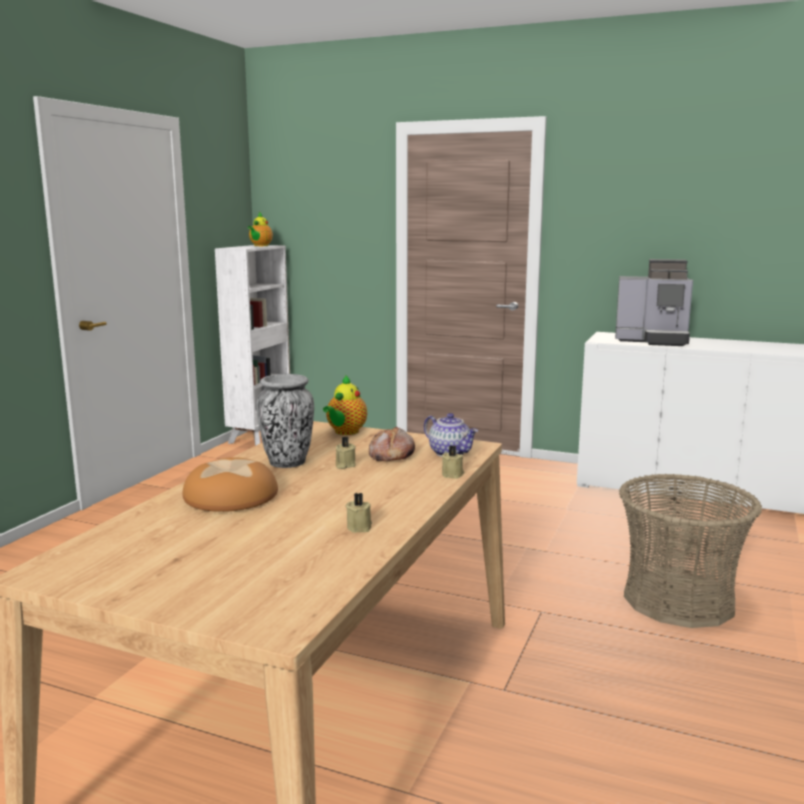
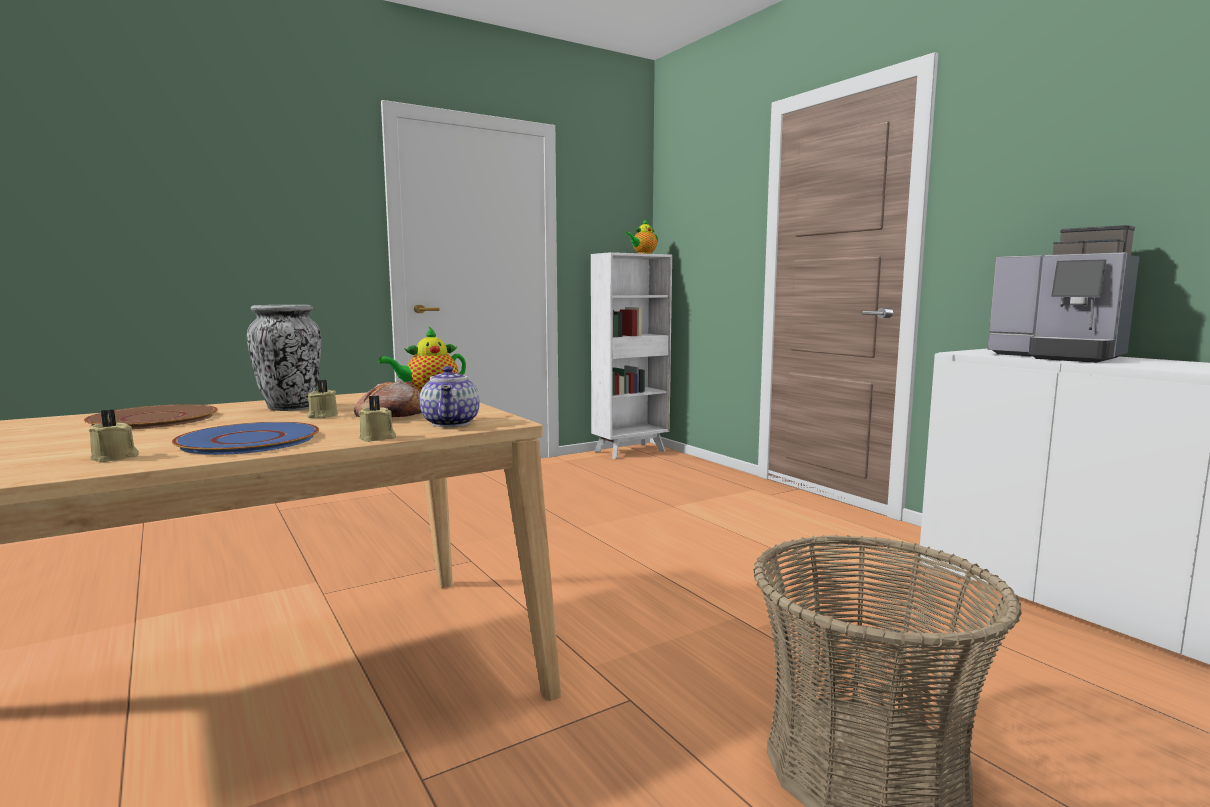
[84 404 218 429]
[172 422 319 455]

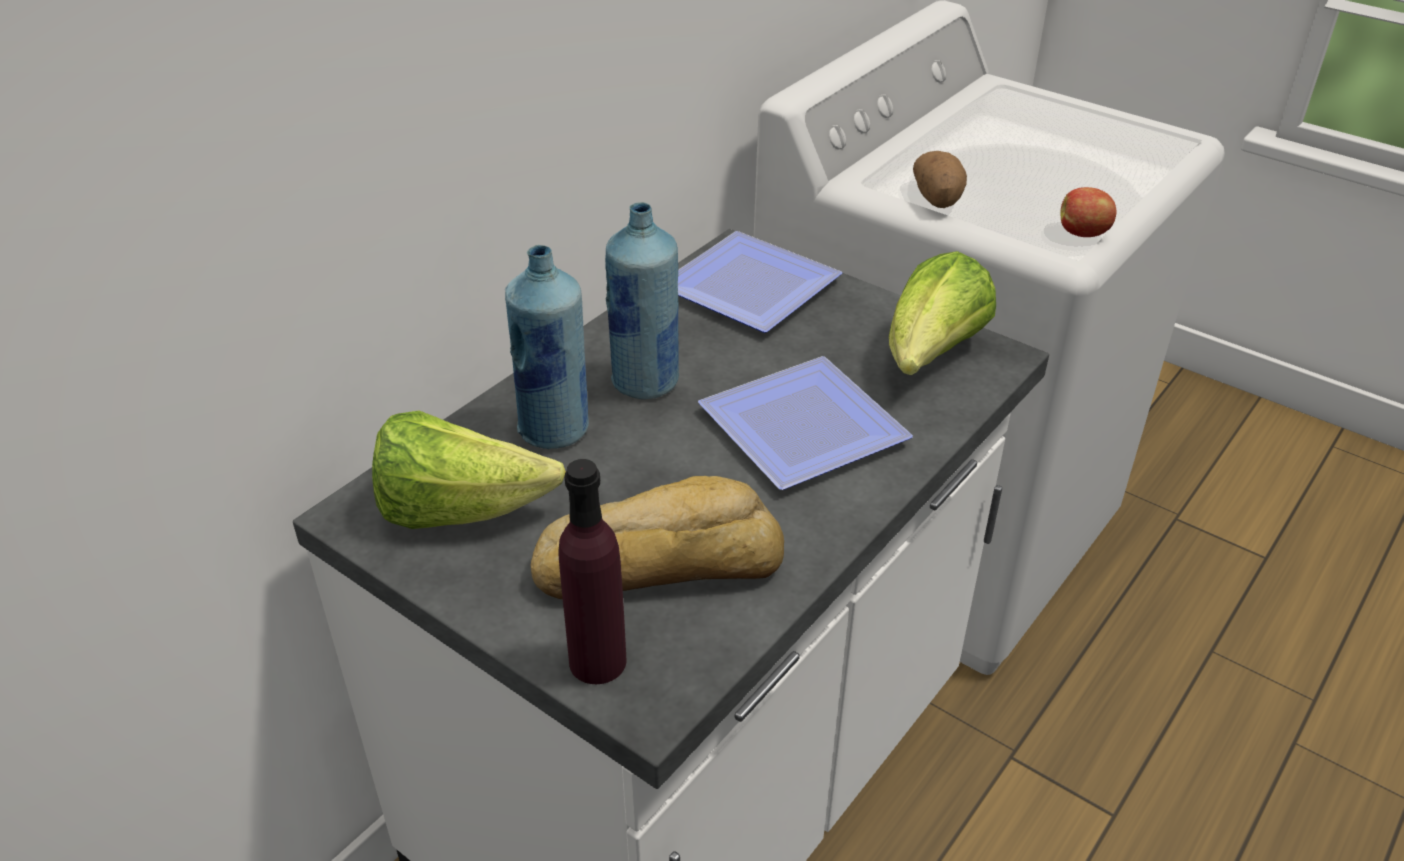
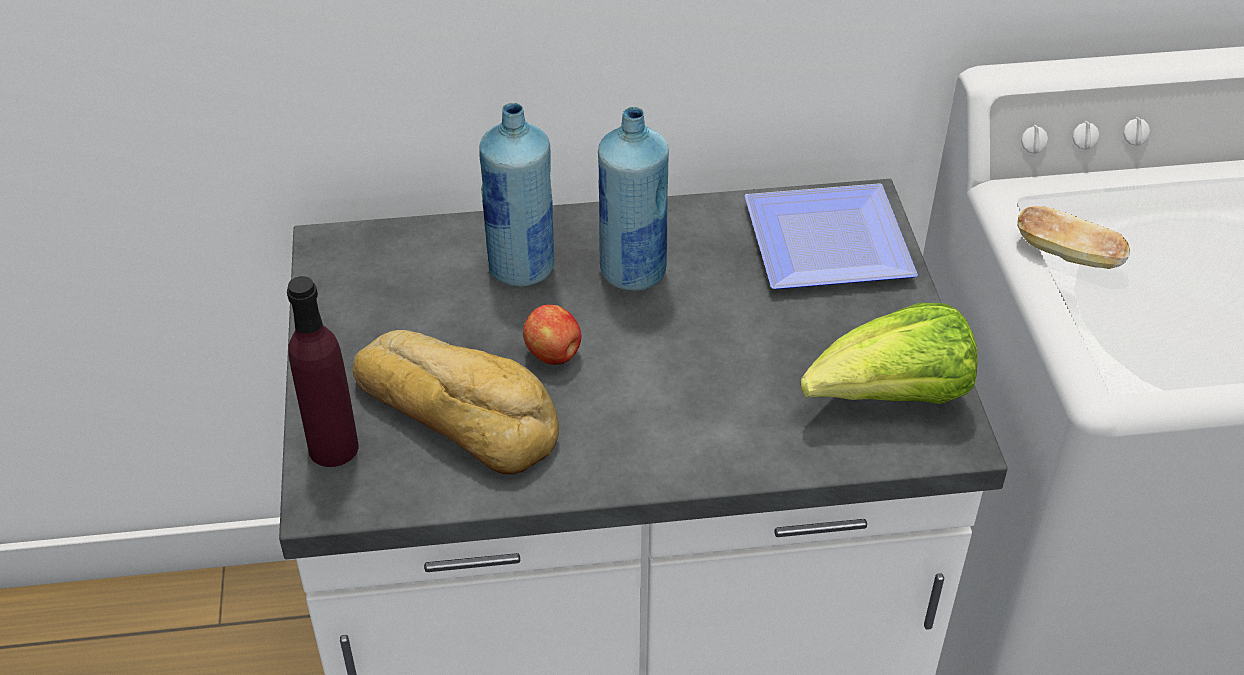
[523 304 581 365]
[1017 206 1130 269]
[372 411 566 529] (first image)
[698 356 913 490] (first image)

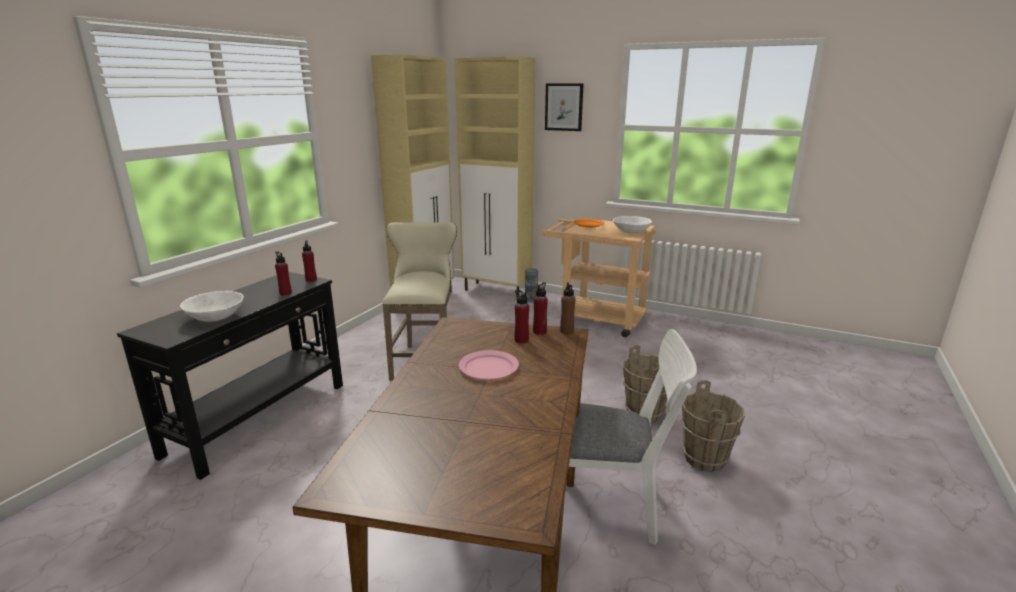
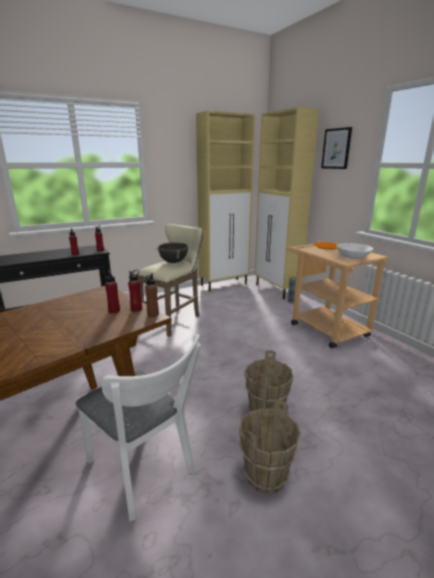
[154 242 191 263]
[180 291 244 322] (first image)
[459 350 519 379] (first image)

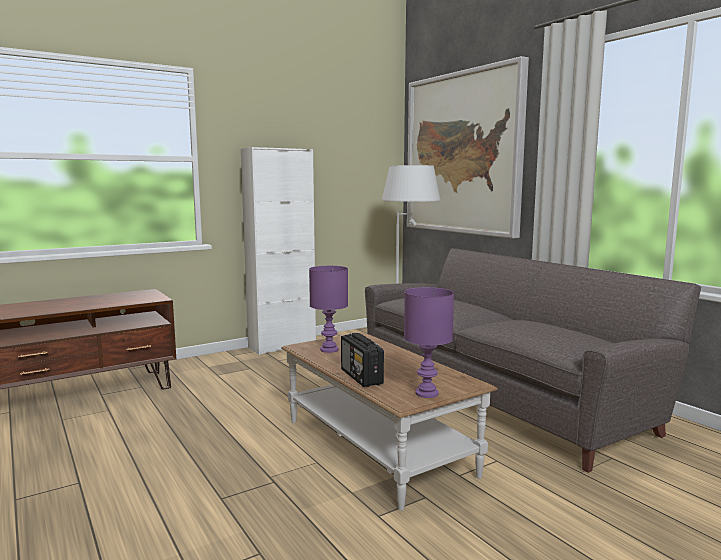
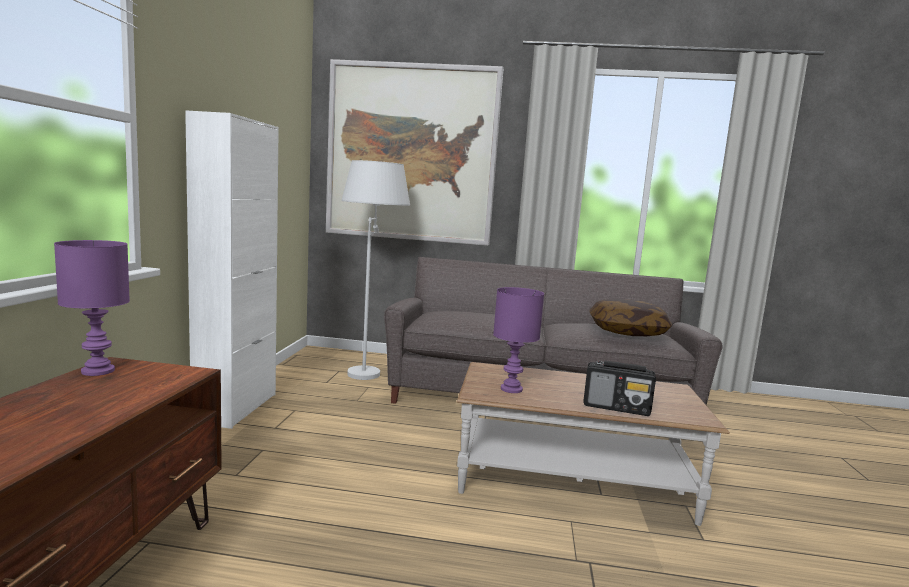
[54 240 130 376]
[589 299 672 336]

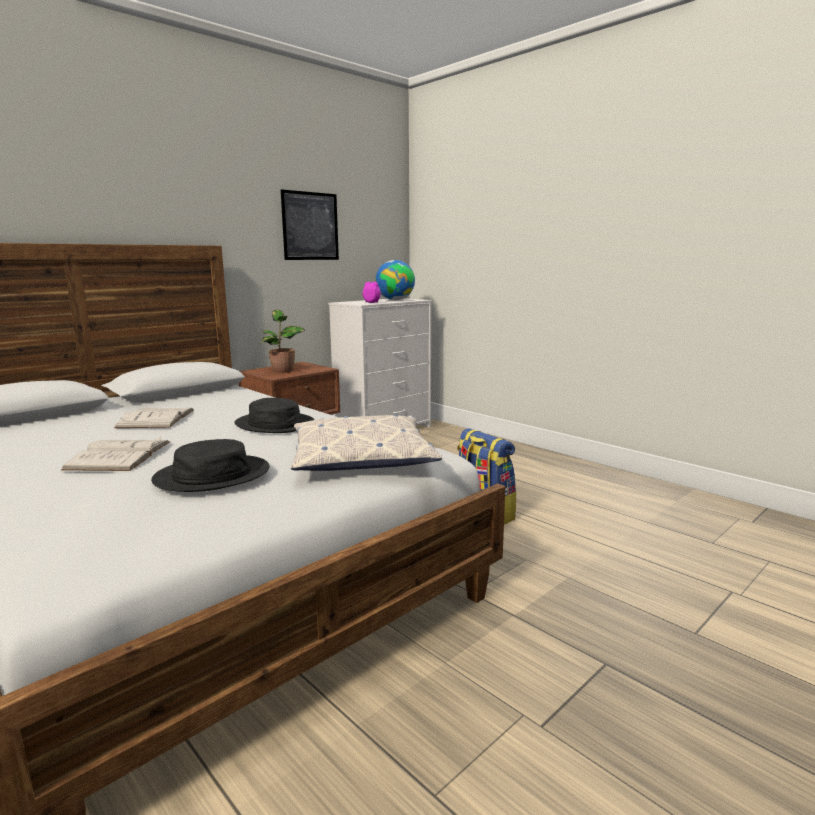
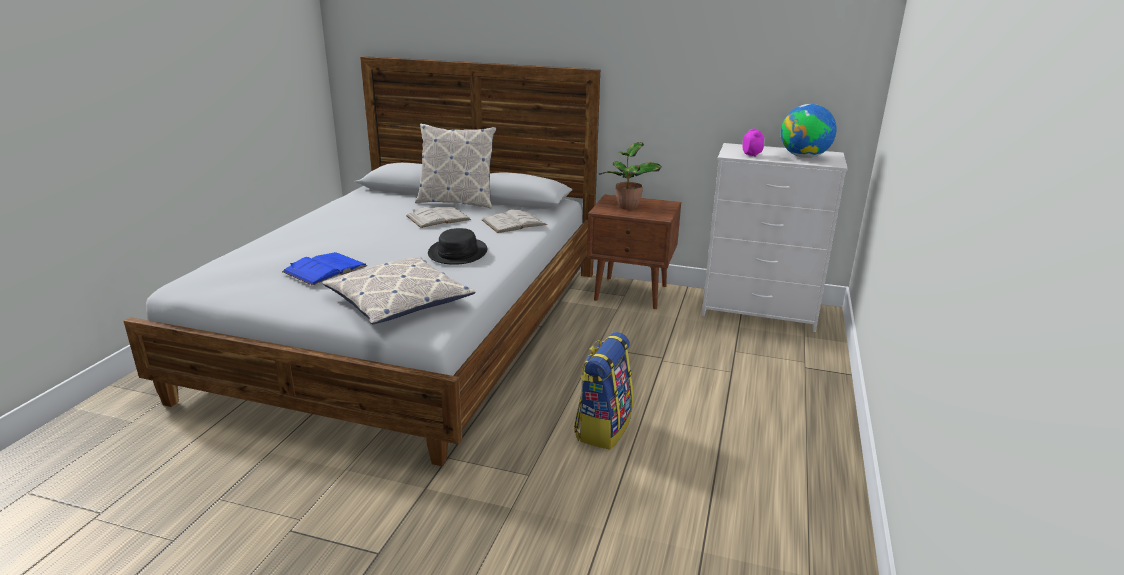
[282 252 367 285]
[415 124 496 209]
[482 210 547 233]
[281 189 339 260] (first image)

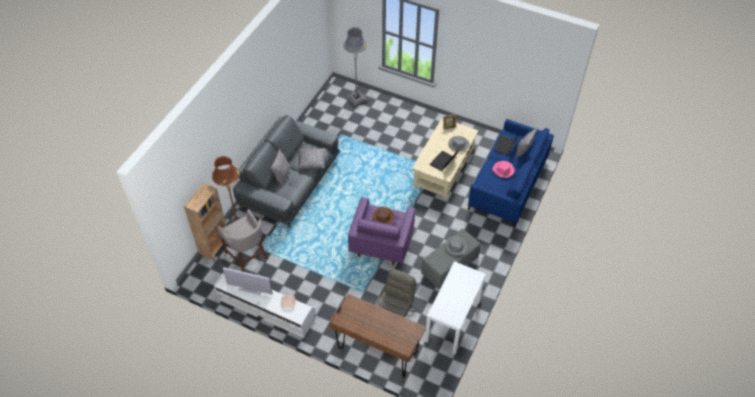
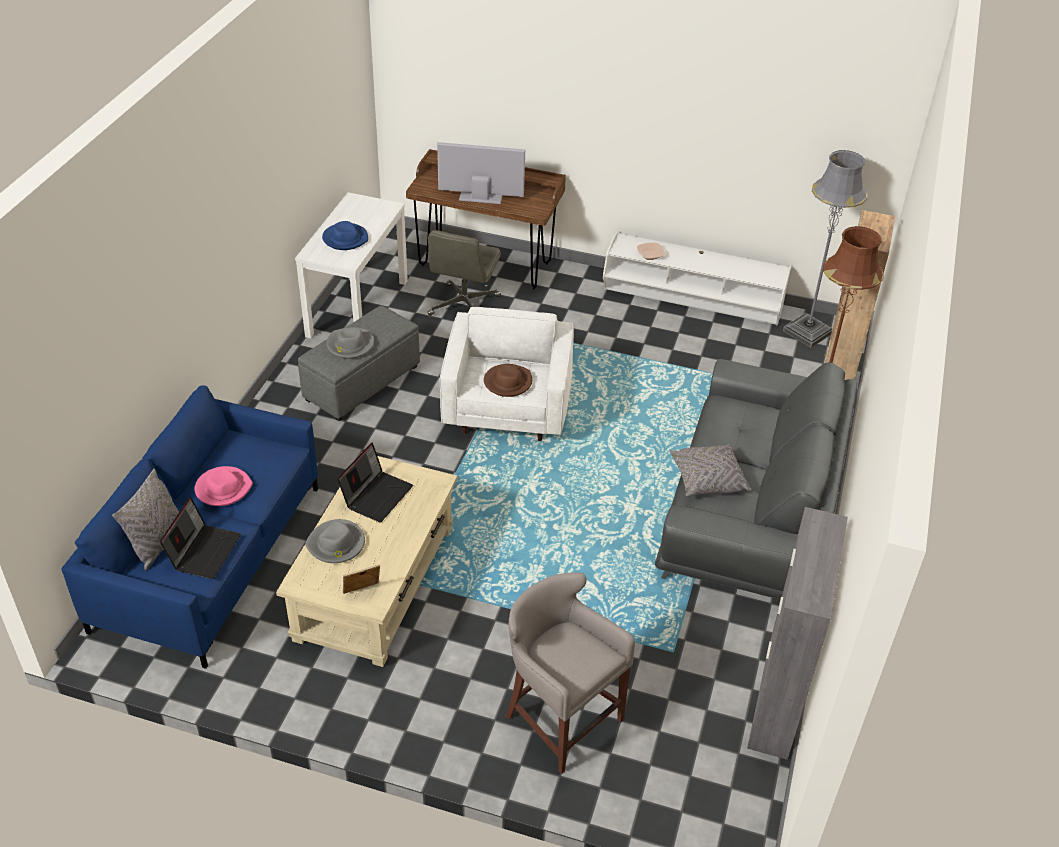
[322 221 368 250]
[437 142 525 204]
[440 307 574 441]
[505 573 635 774]
[747 507 848 760]
[783 150 868 348]
[270 149 290 187] (first image)

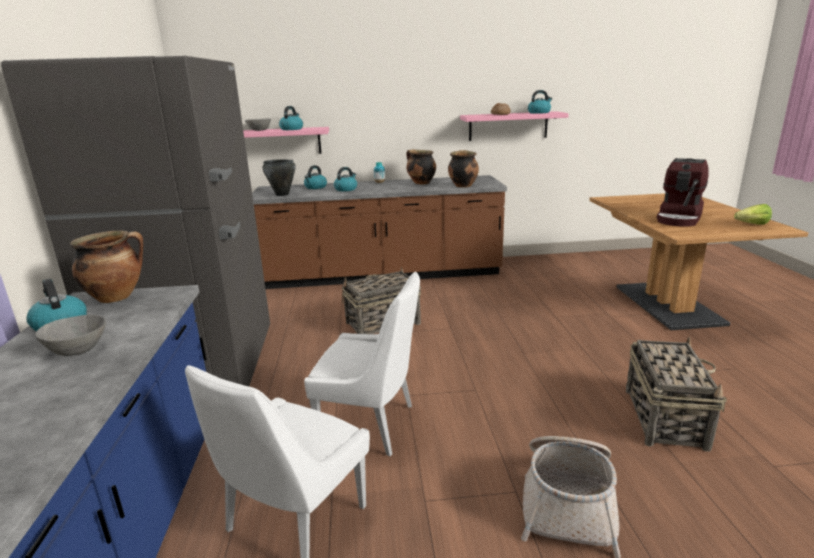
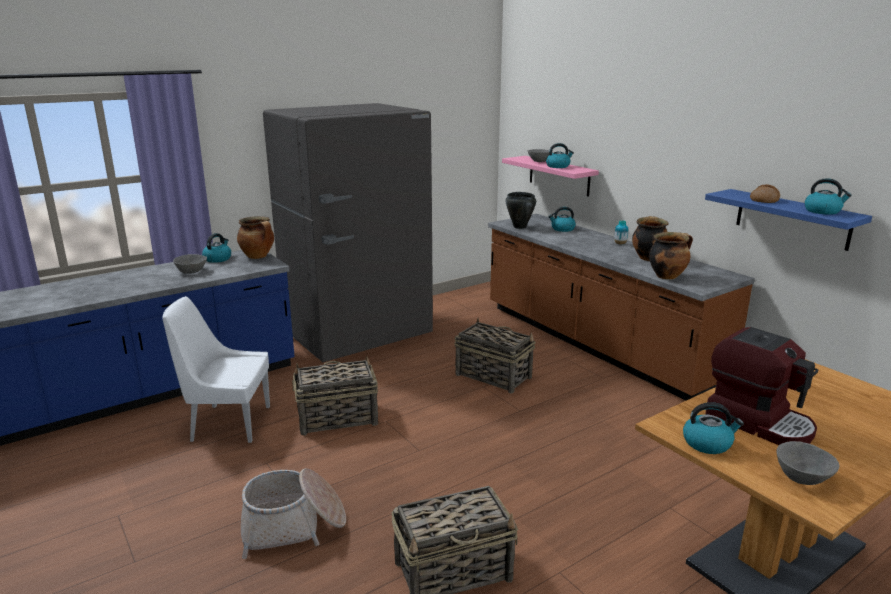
[292 355 378 436]
[683 402 744 454]
[705 189 872 251]
[705 327 819 445]
[777 441 839 485]

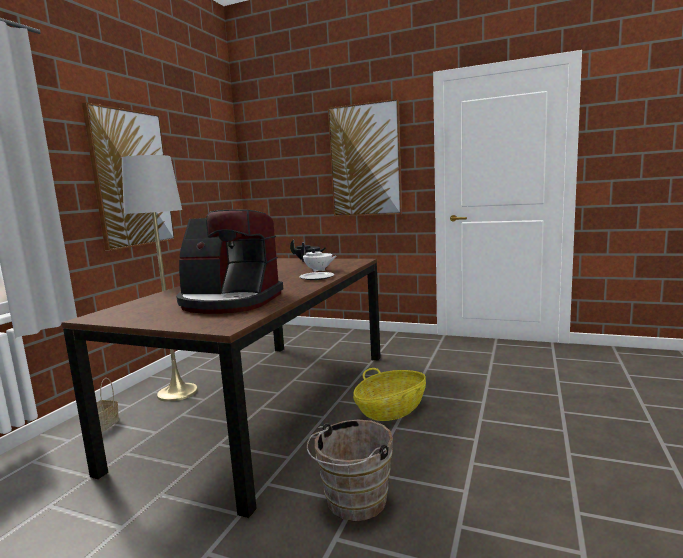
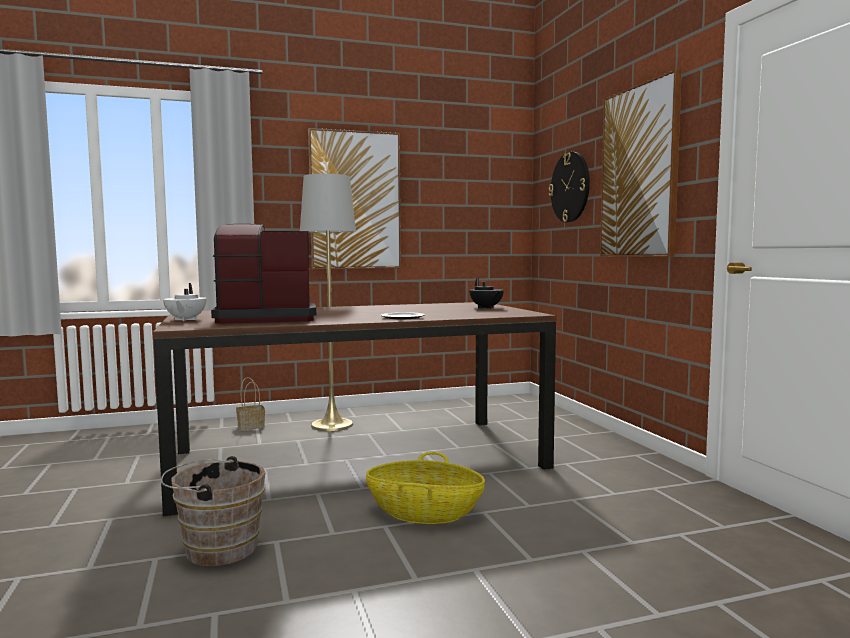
[163 283 207 321]
[211 224 316 324]
[549 152 590 223]

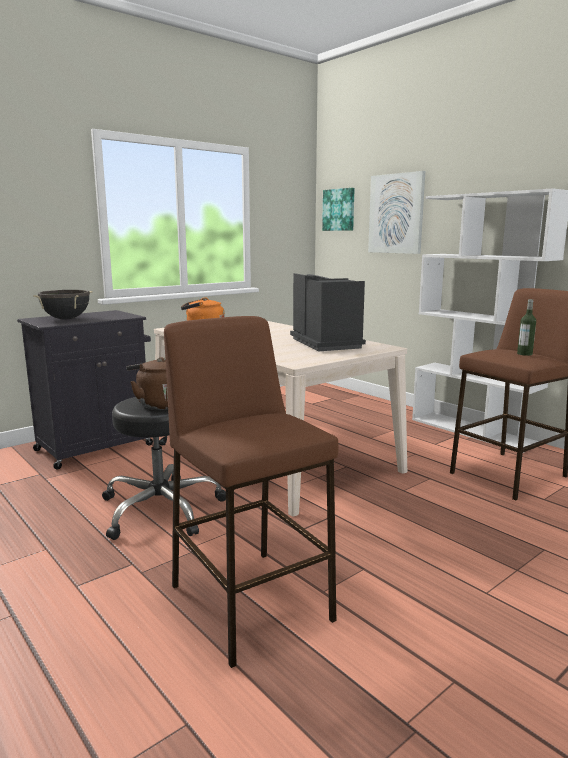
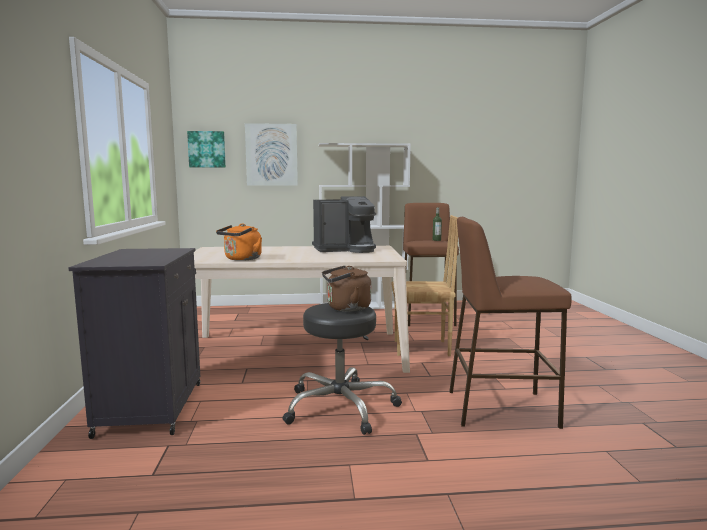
[312 196 376 253]
[391 215 458 356]
[33 290 93 320] (first image)

